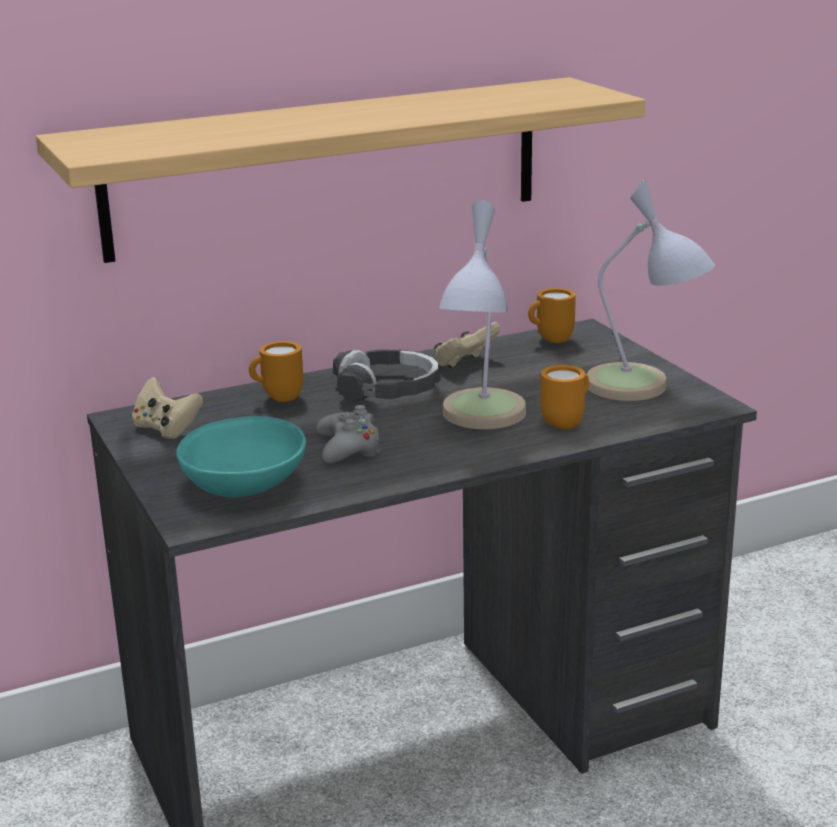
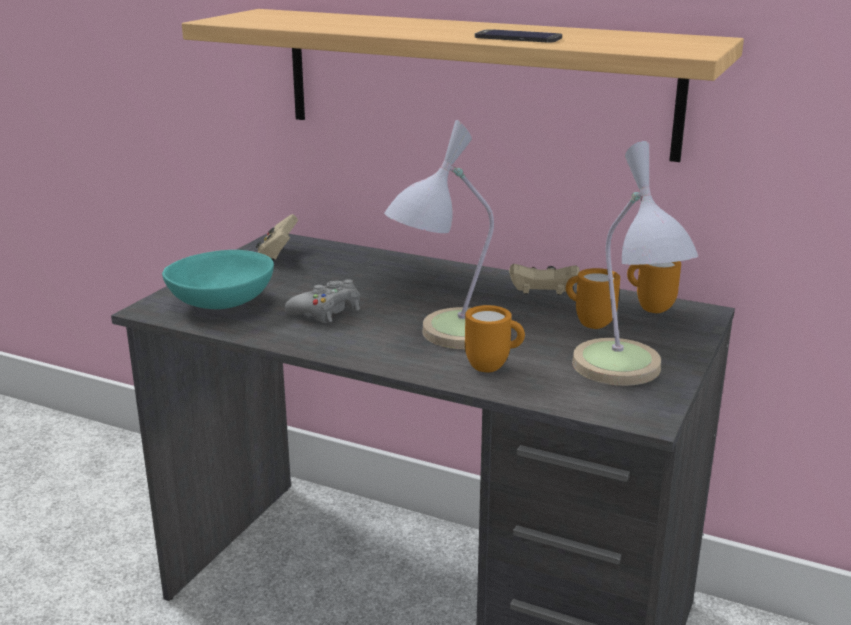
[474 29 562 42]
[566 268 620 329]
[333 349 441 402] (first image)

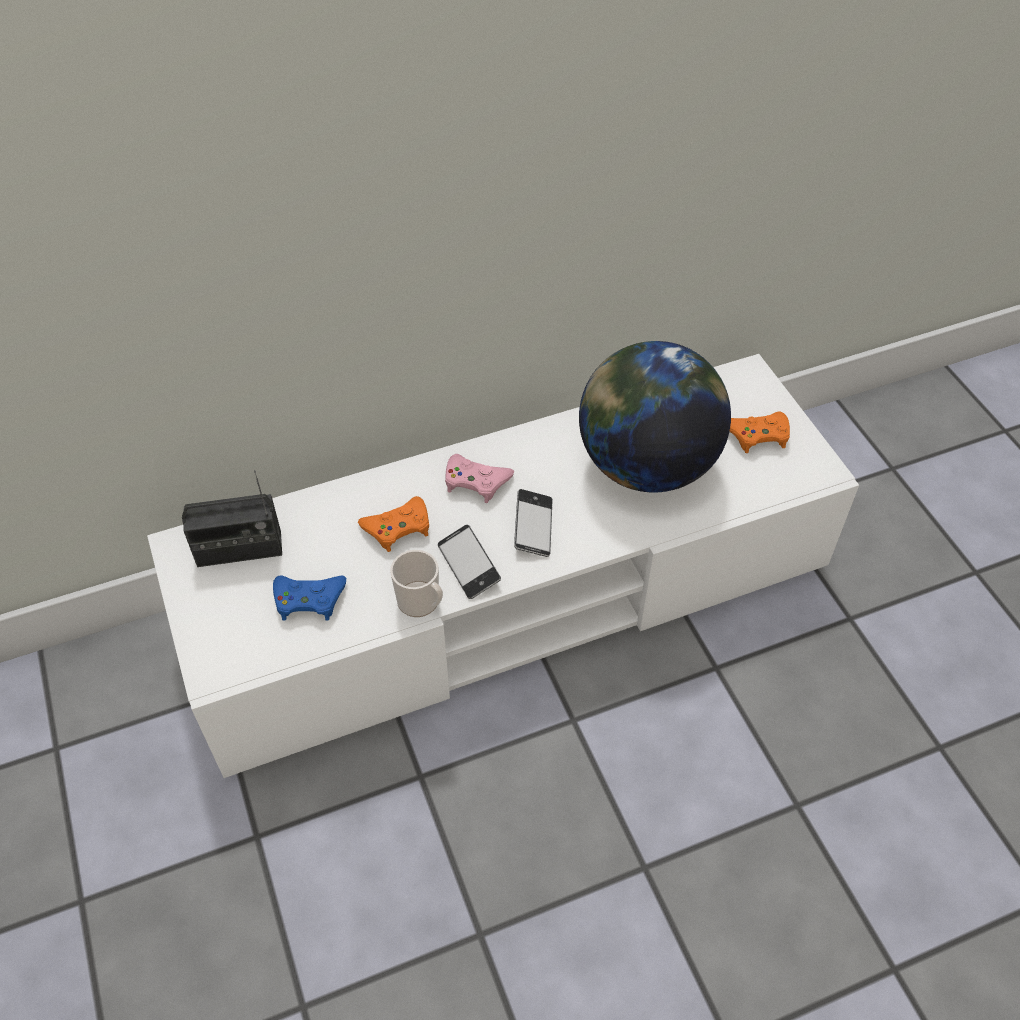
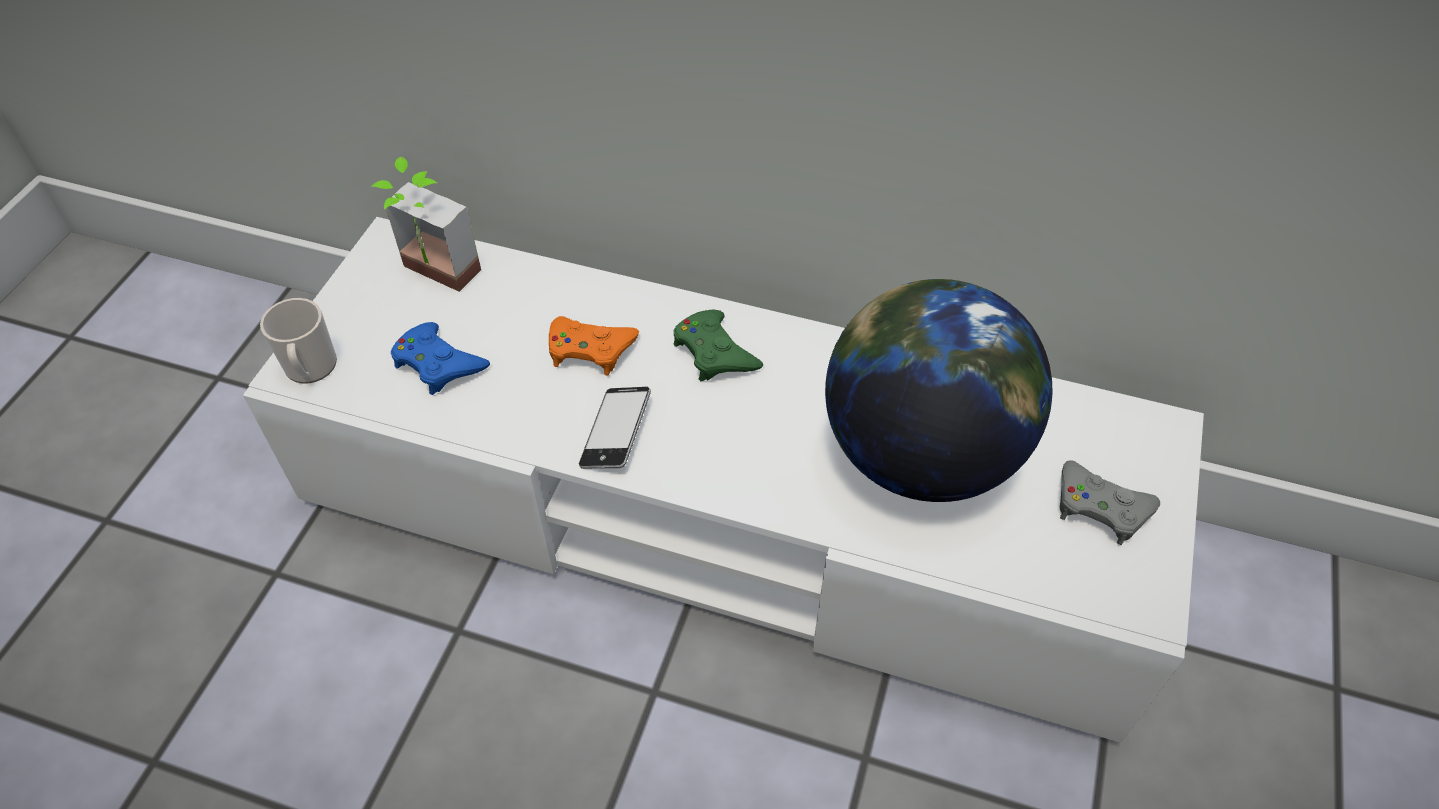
[260 298 337 384]
[370 157 481 292]
[673 309 763 381]
[1060 460 1160 545]
[514 489 552 557] (first image)

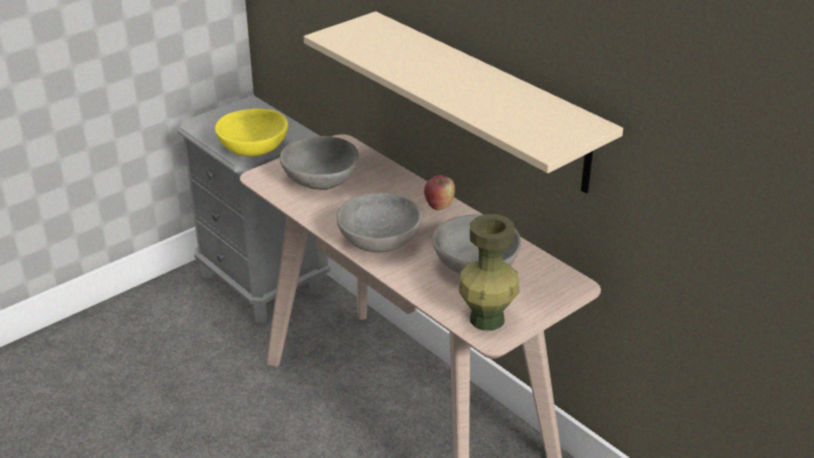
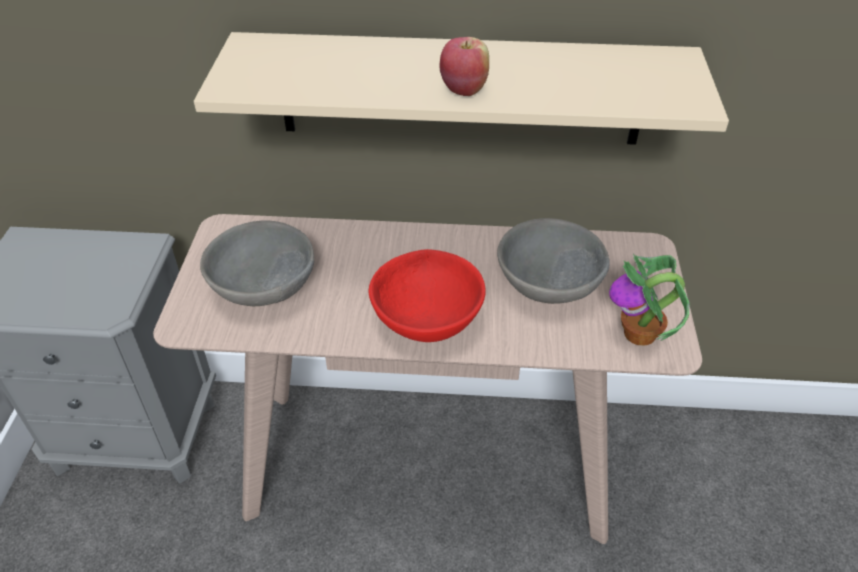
[369 249 486 342]
[440 37 489 96]
[609 254 689 346]
[215 109 288 156] (first image)

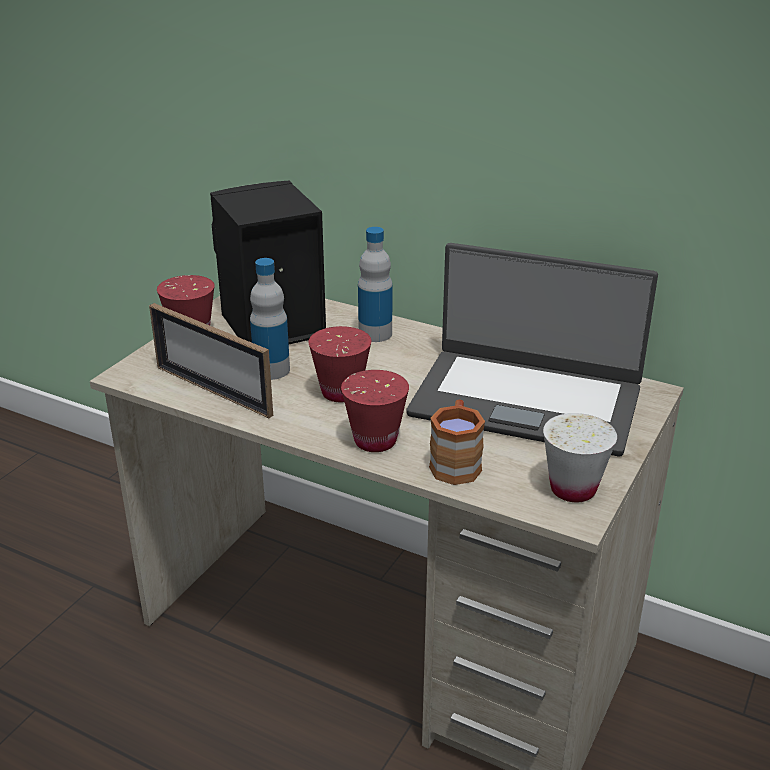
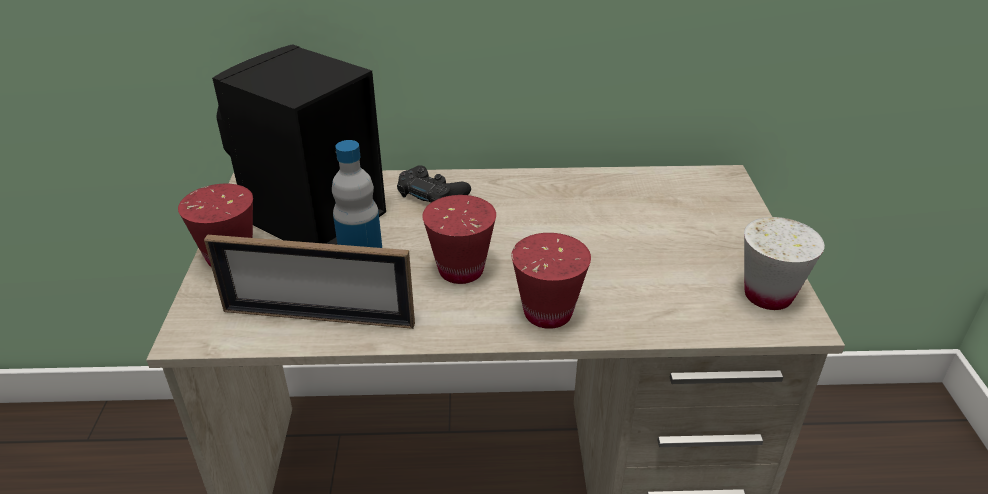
[397 165 471 203]
[406 243 658 456] (first image)
[429 400 485 485] (first image)

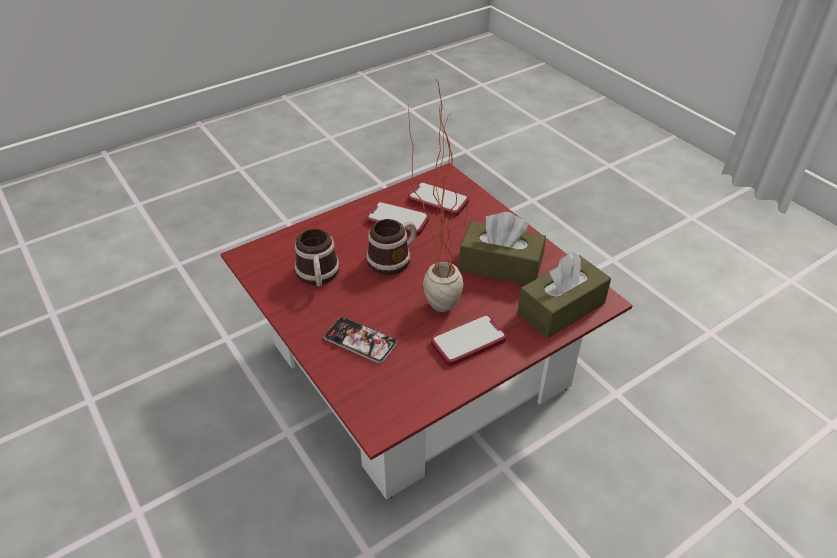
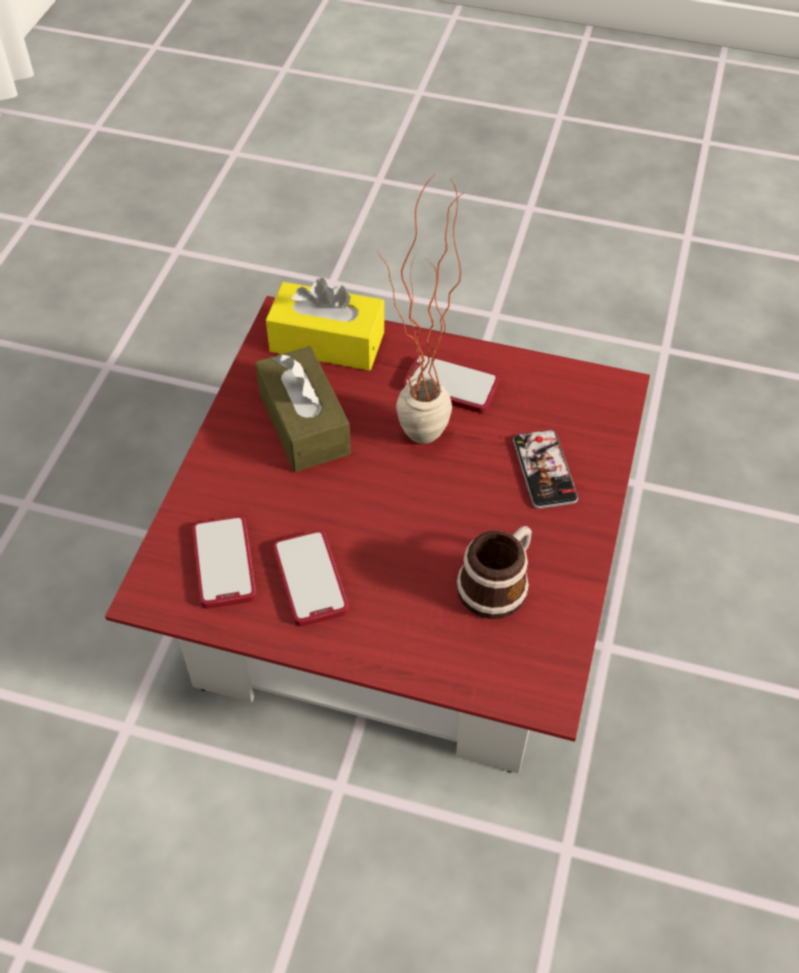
[266 278 384 371]
[366 219 416 275] (first image)

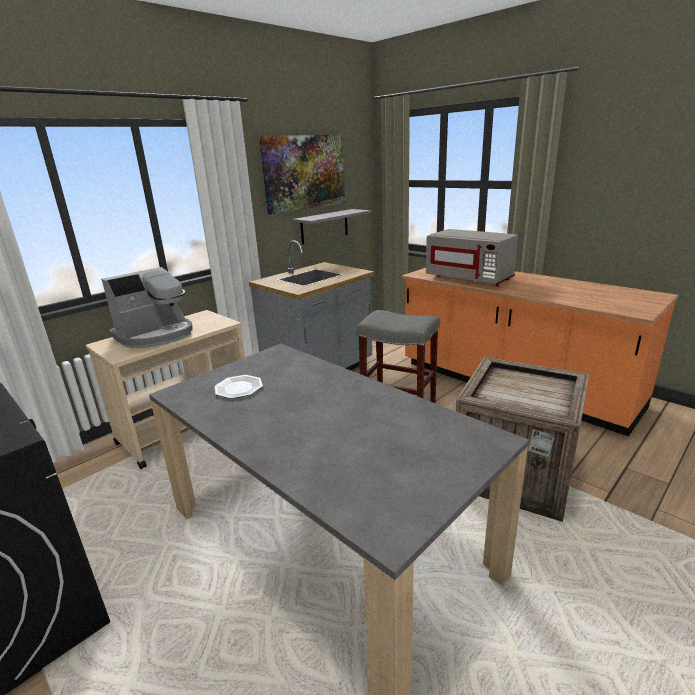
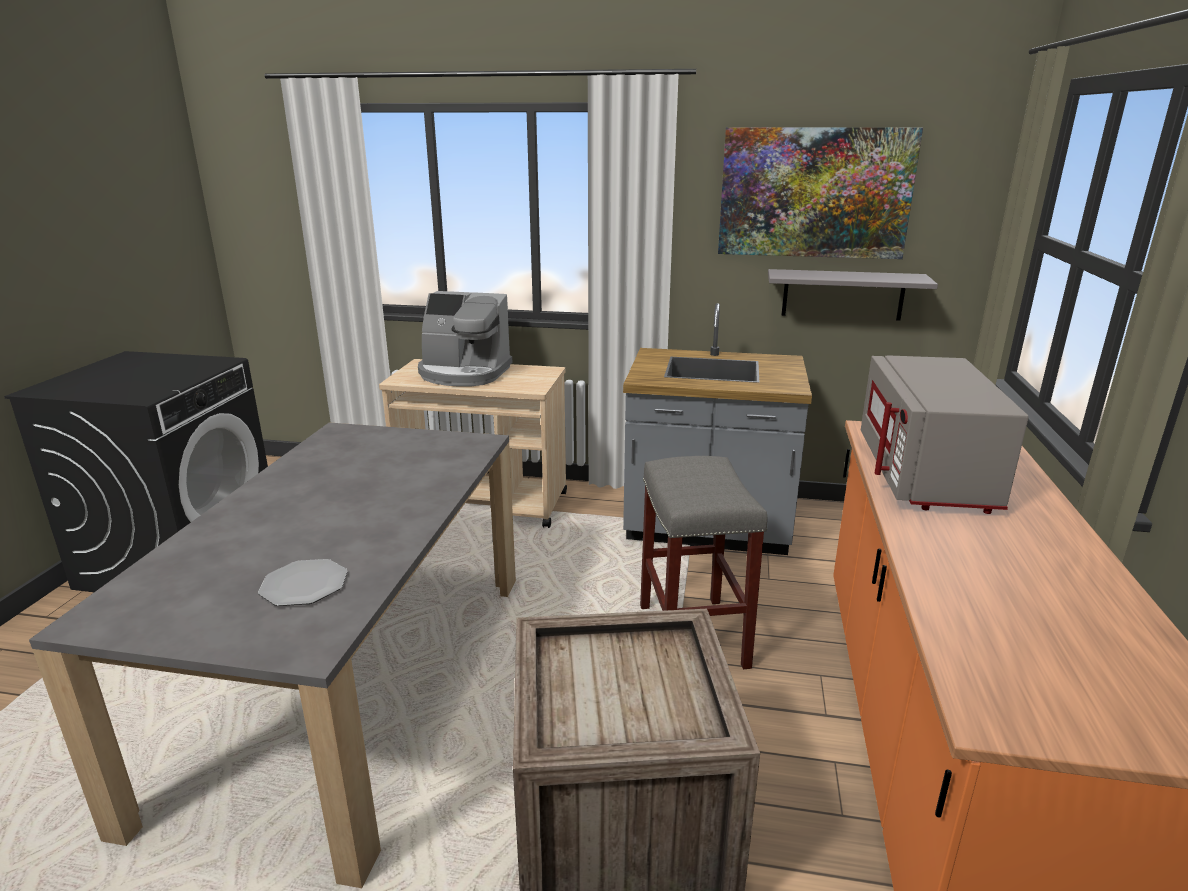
[258 559 348 606]

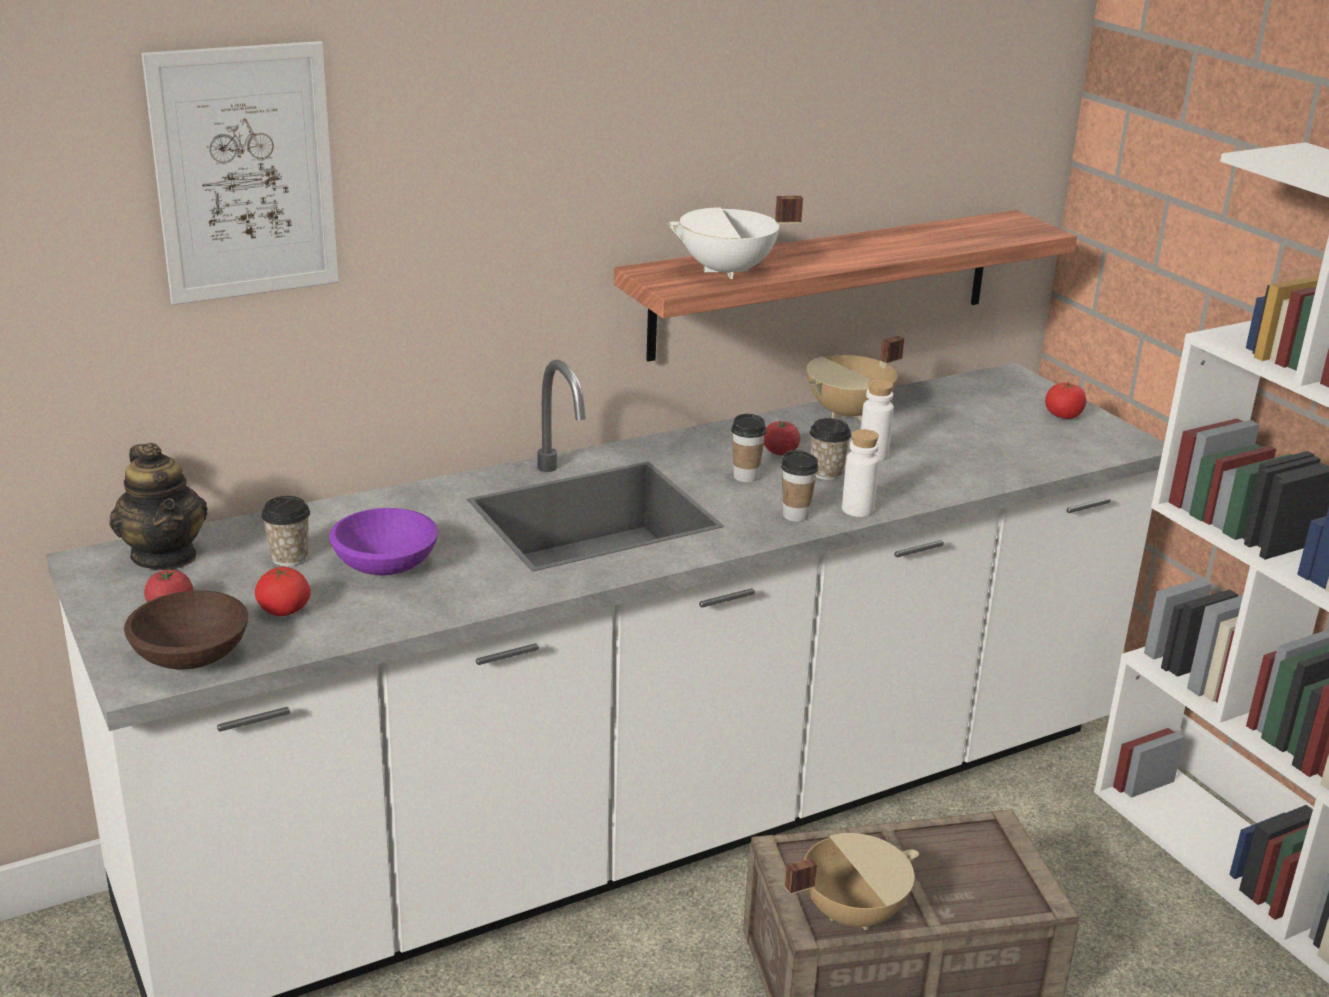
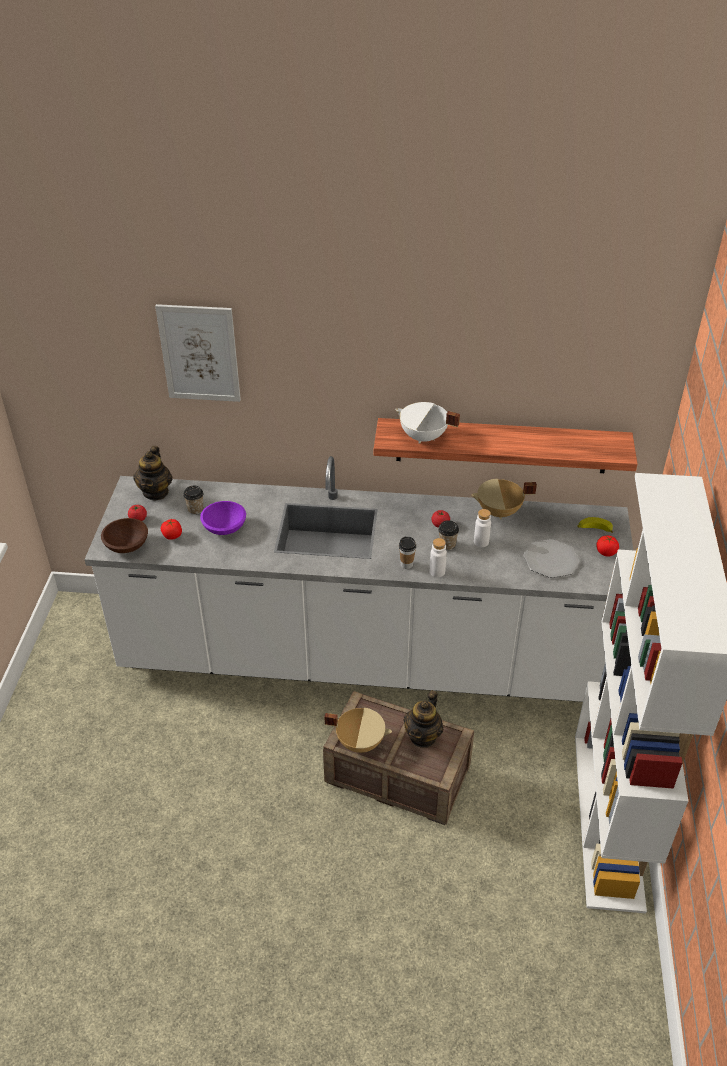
[403 690 444 748]
[523 539 580 578]
[578 517 613 533]
[731 414 767 482] (first image)

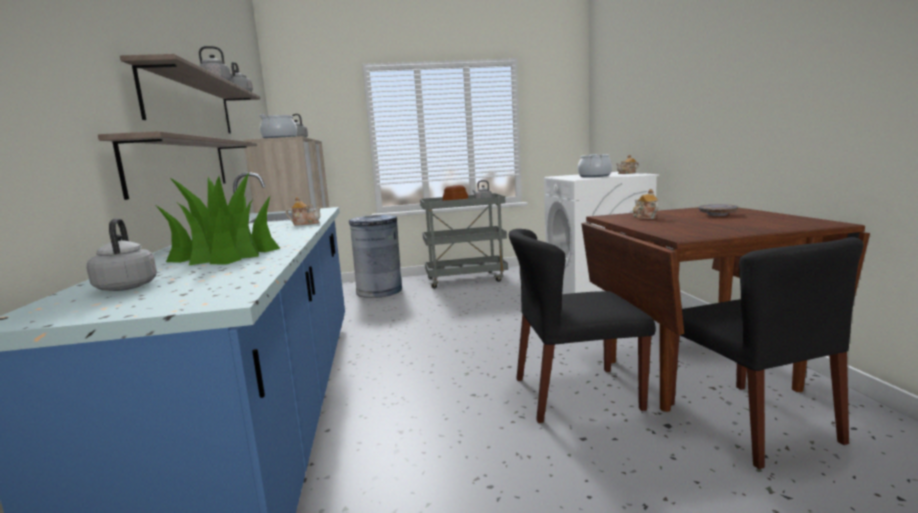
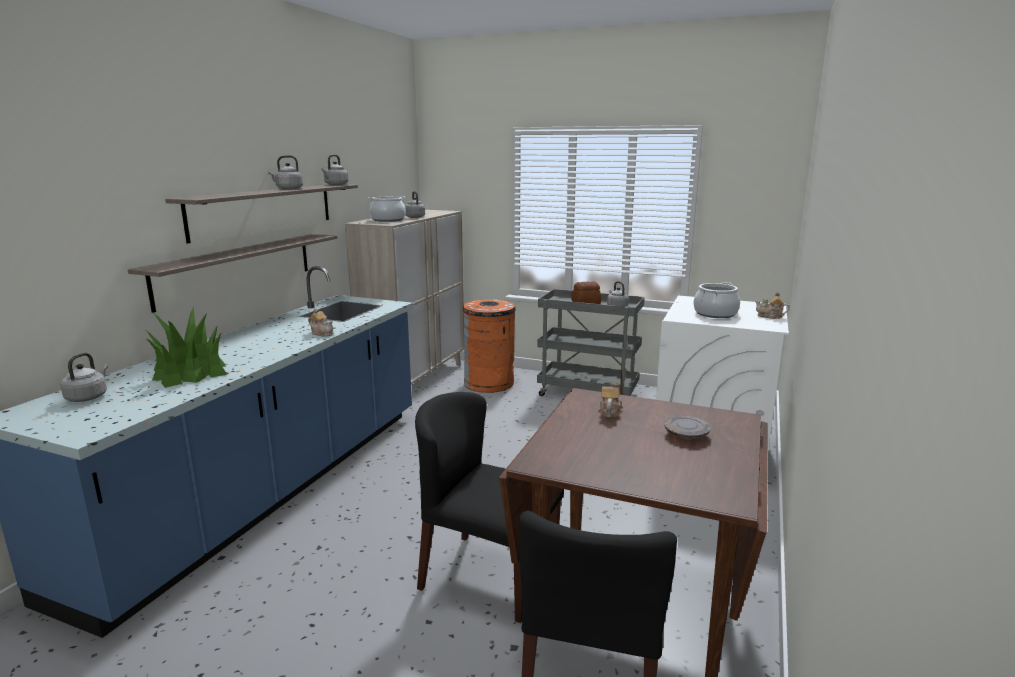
[463 299 516 393]

